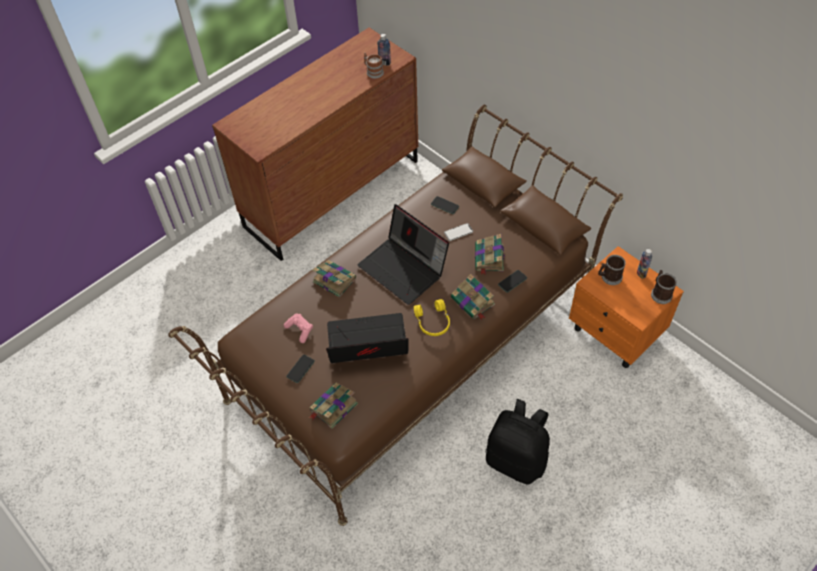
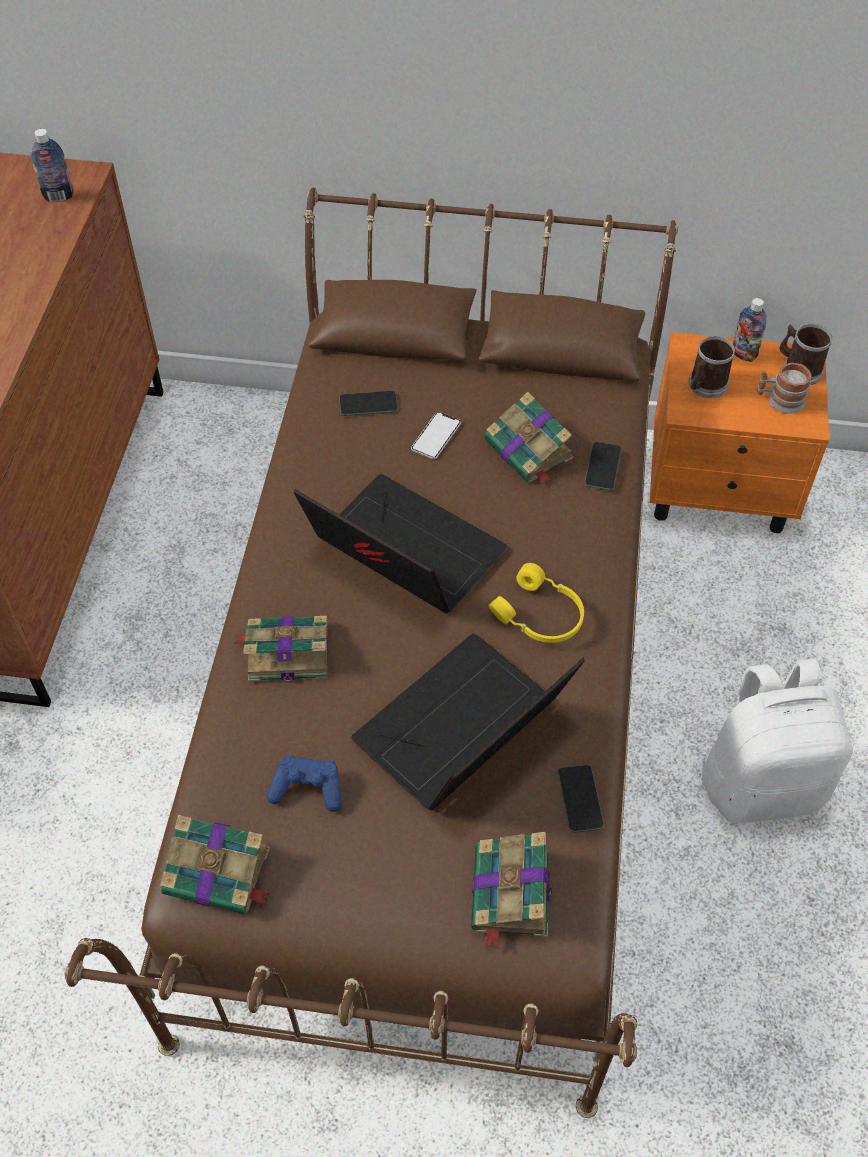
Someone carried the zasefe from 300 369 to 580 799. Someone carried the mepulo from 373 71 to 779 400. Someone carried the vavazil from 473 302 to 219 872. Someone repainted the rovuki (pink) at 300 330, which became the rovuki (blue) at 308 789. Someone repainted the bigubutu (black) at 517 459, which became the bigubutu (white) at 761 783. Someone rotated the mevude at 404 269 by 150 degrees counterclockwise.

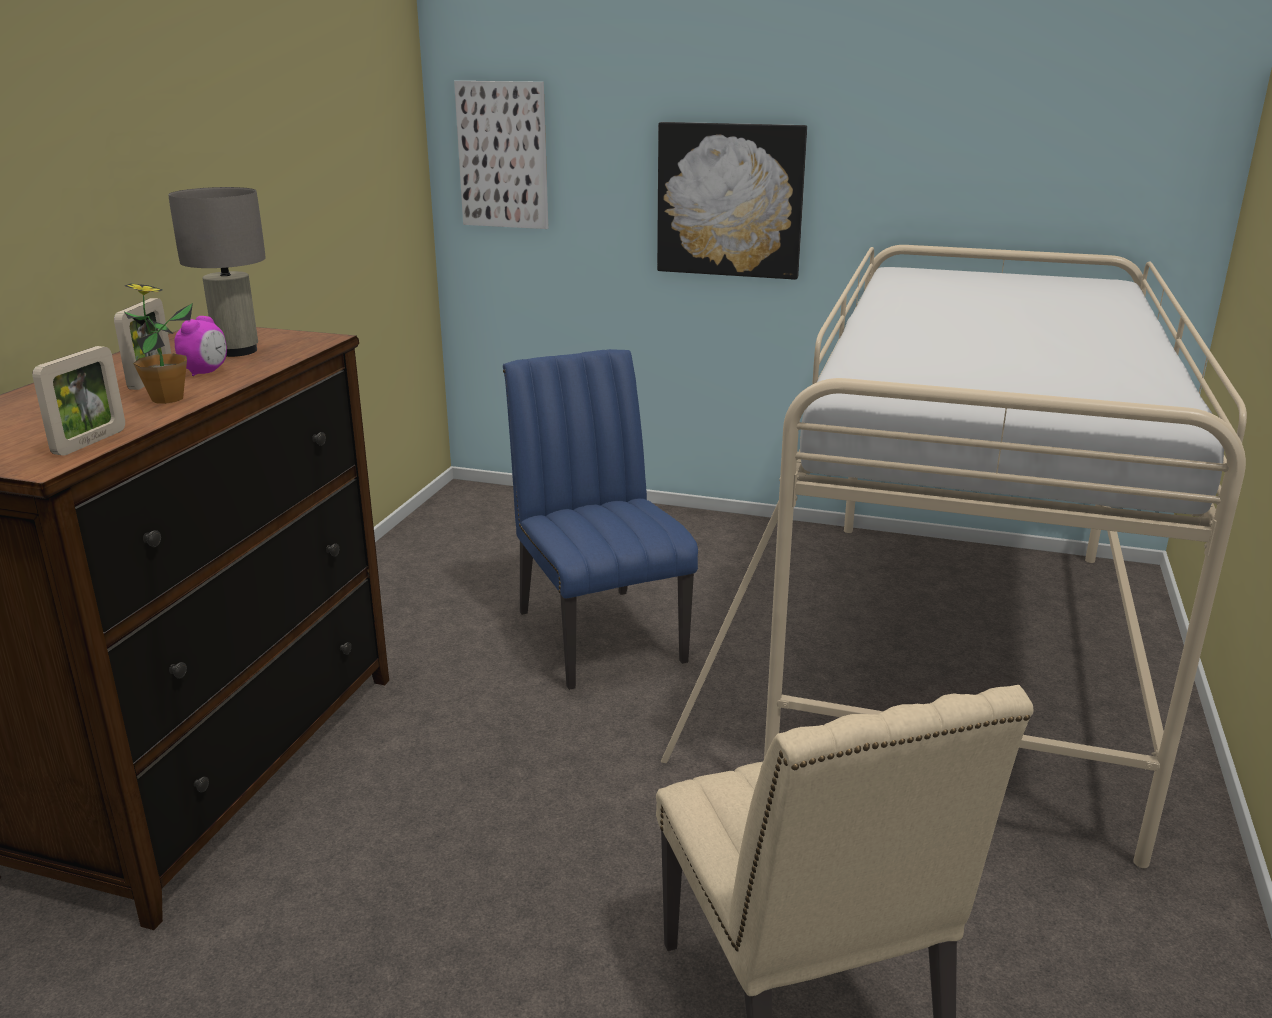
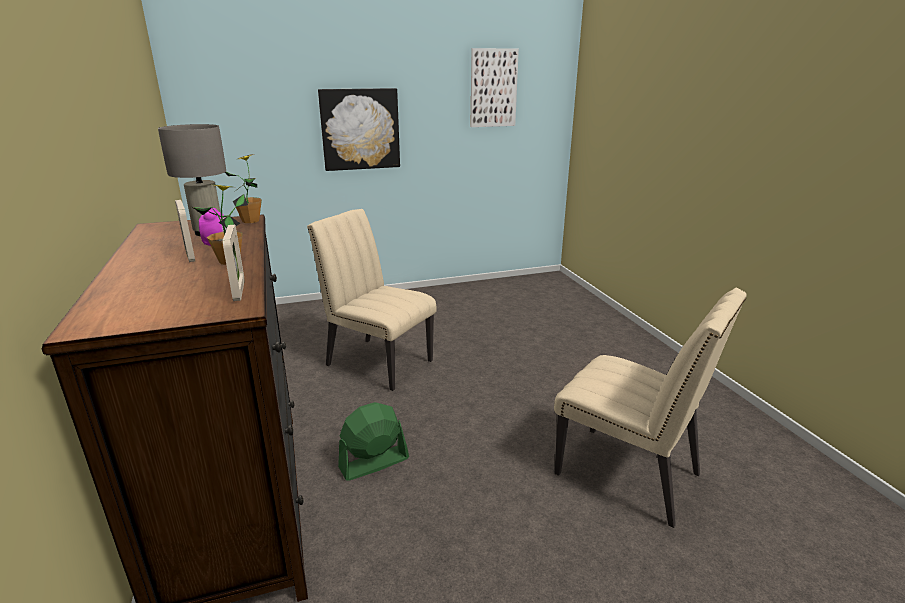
Someone took away the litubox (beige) at 951 659. Someone put down the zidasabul at 250 221. Someone put down the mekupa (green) at 373 463. Someone carried the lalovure from 503 155 to 493 88. Someone repainted the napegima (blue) at 600 637, which became the napegima (beige) at 380 363.

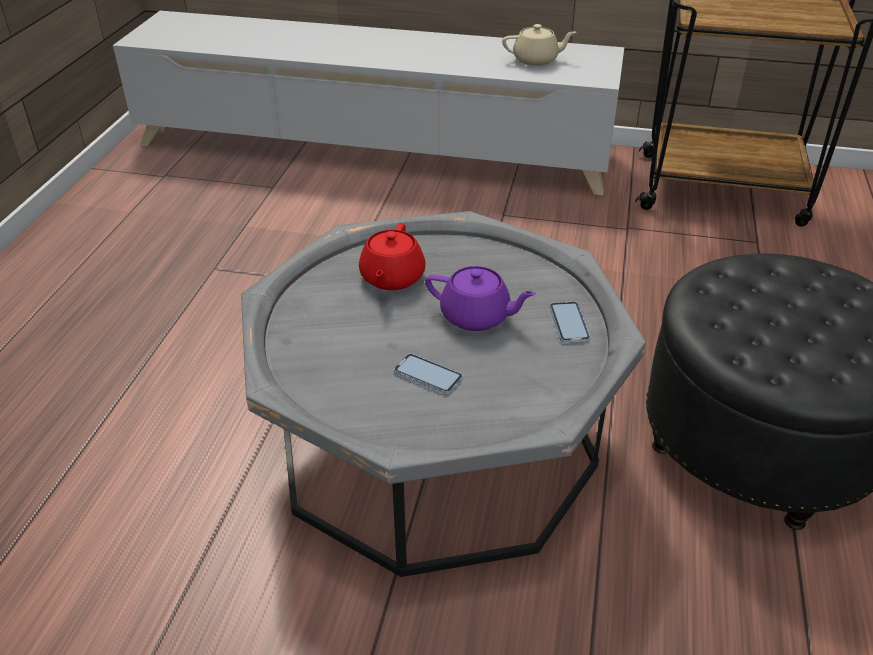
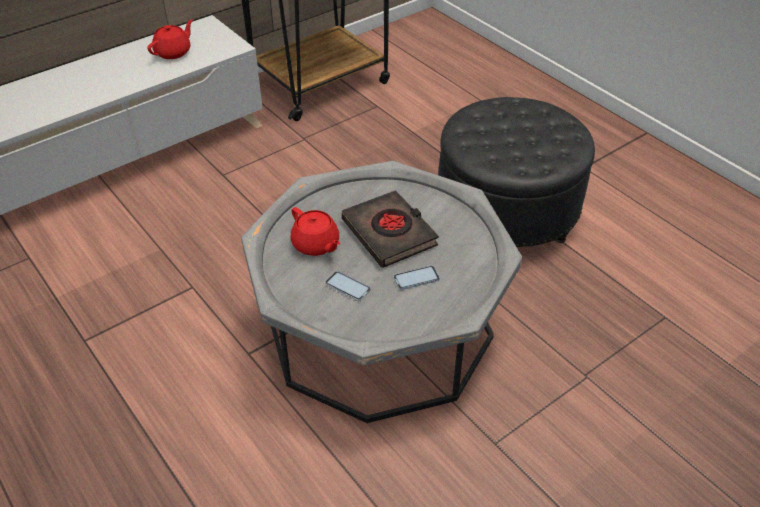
Someone carried the zasefe from 569 323 to 347 287. Someone swapped the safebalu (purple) at 476 316 for the vavazil (black) at 389 233. Someone repainted the safebalu (beige) at 536 60, which became the safebalu (red) at 173 52.

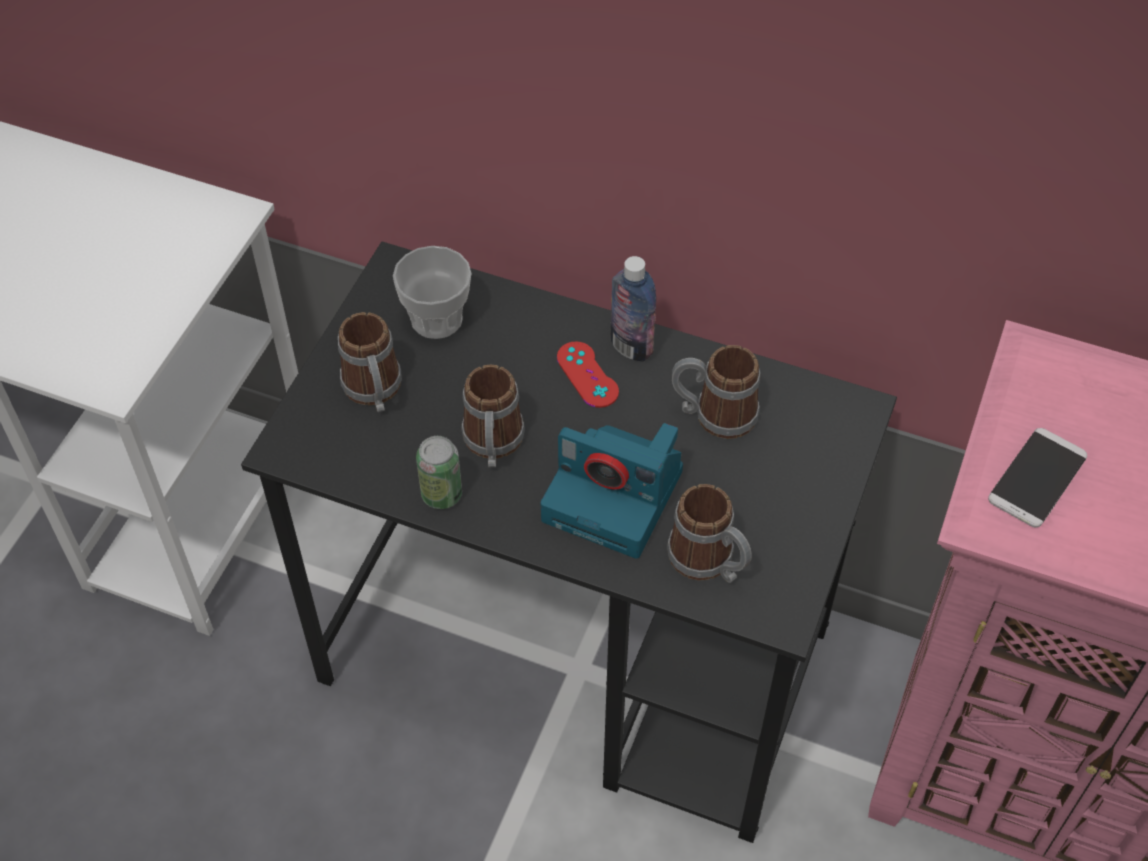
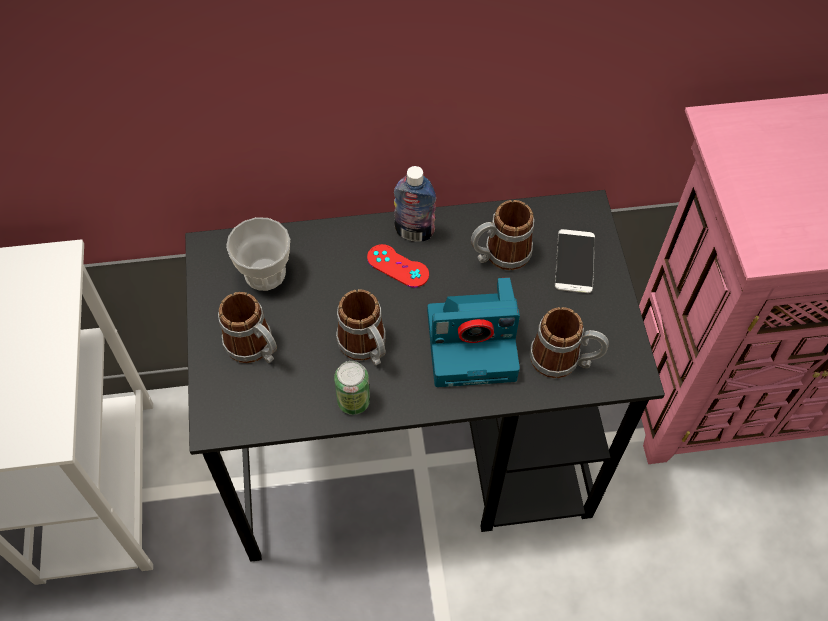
Someone carried the zasefe from 1037 478 to 574 261.

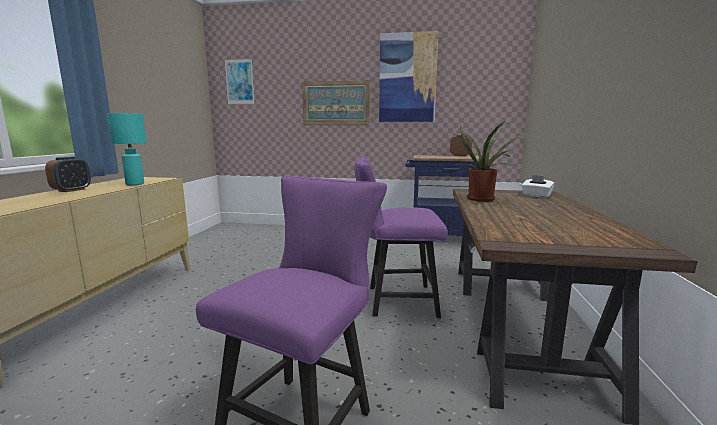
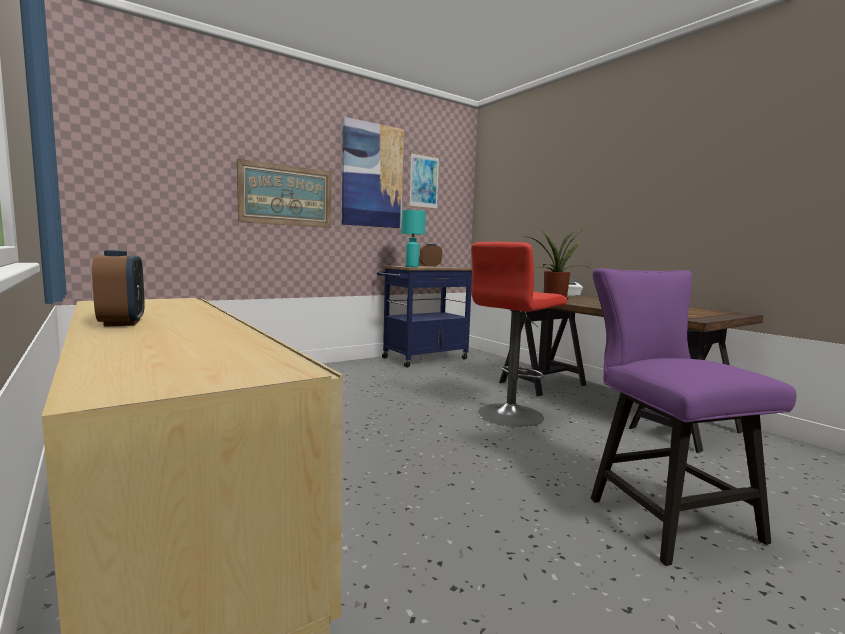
Someone carried the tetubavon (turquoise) from 135 184 to 411 267. Someone carried the lalovure from 239 82 to 424 181. Someone swapped the napegima (purple) at 395 301 for the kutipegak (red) at 509 415.

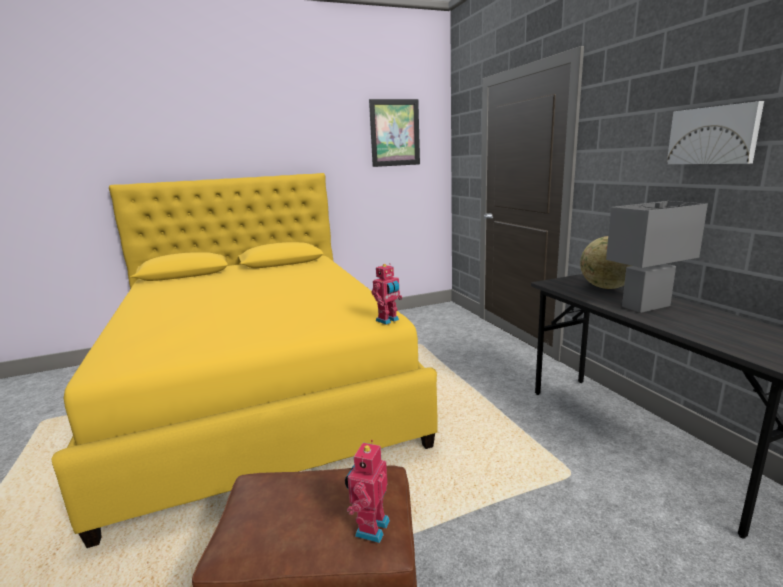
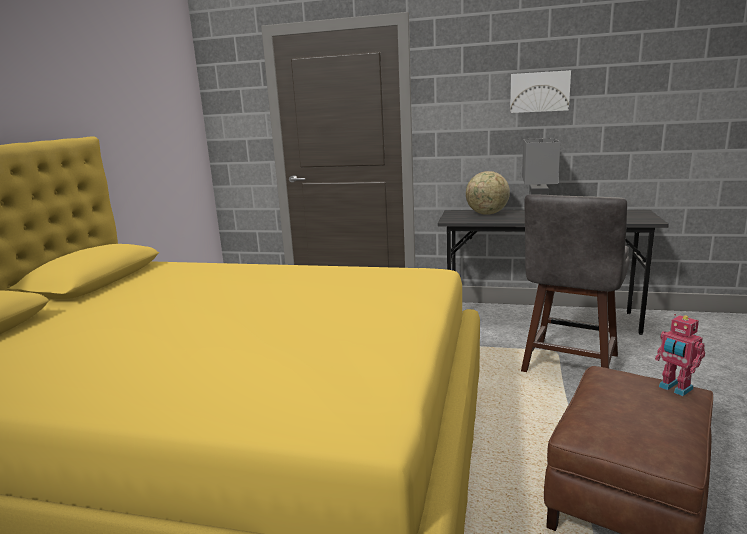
Someone took away the lalovure at 395 133. Someone took away the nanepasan at 388 320. Someone put down the kutipegak (grey) at 569 365.

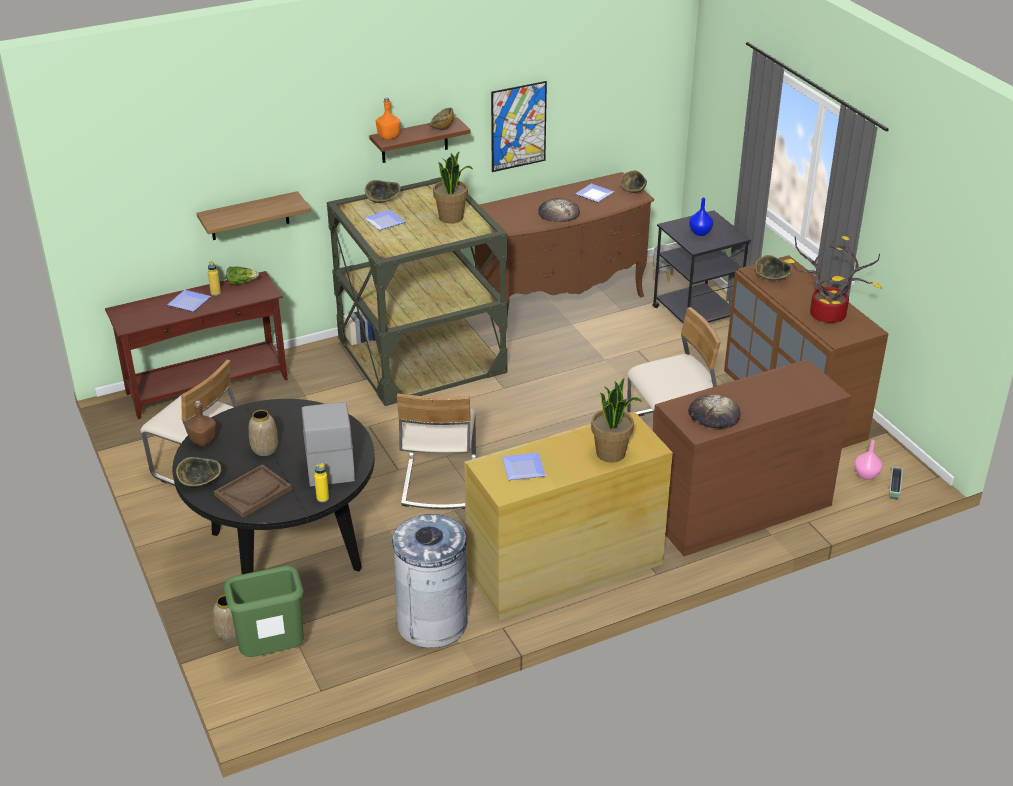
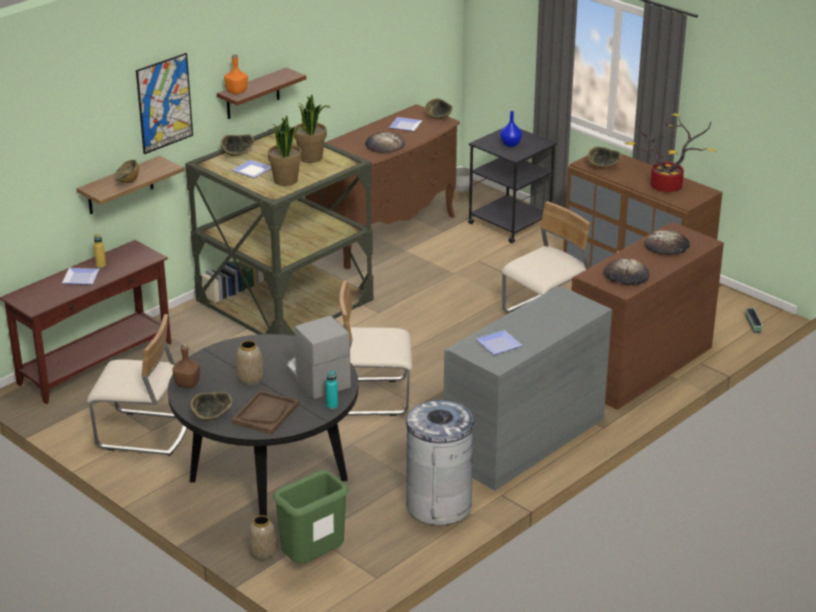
Someone took away the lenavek at 241 283. Someone took away the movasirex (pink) at 866 475. Someone put down the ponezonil at 667 246. Someone carried the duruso from 441 130 to 127 183. Someone carried the lalovure from 518 126 to 164 103. Someone carried the zidasabul from 611 453 to 286 180. Someone repainted the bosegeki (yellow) at 322 498, which became the bosegeki (turquoise) at 332 405. Someone repainted the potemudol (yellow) at 563 568, which became the potemudol (grey) at 523 439. Someone rotated the napegima (beige) at 438 482 by 105 degrees clockwise.

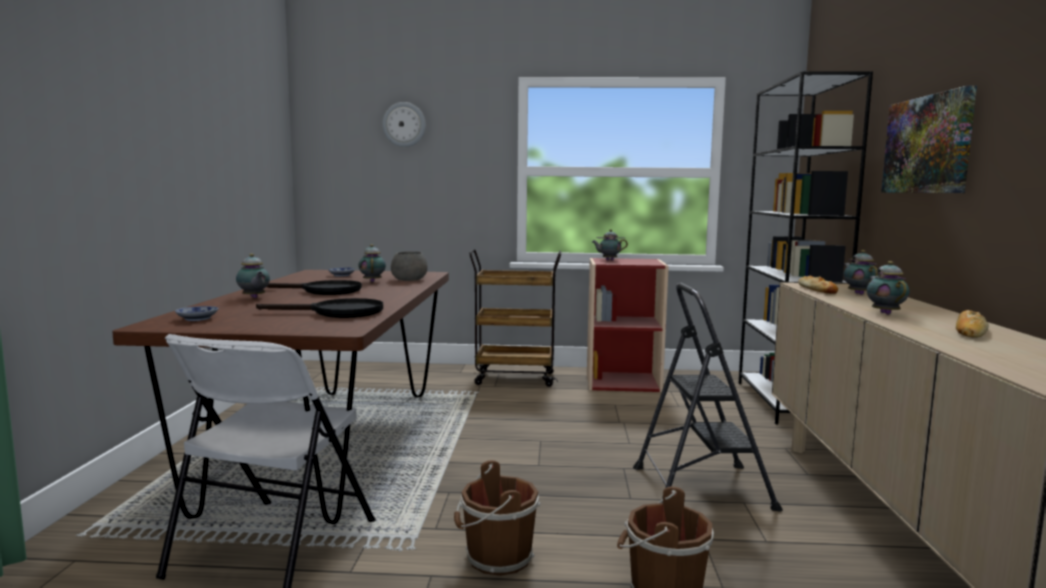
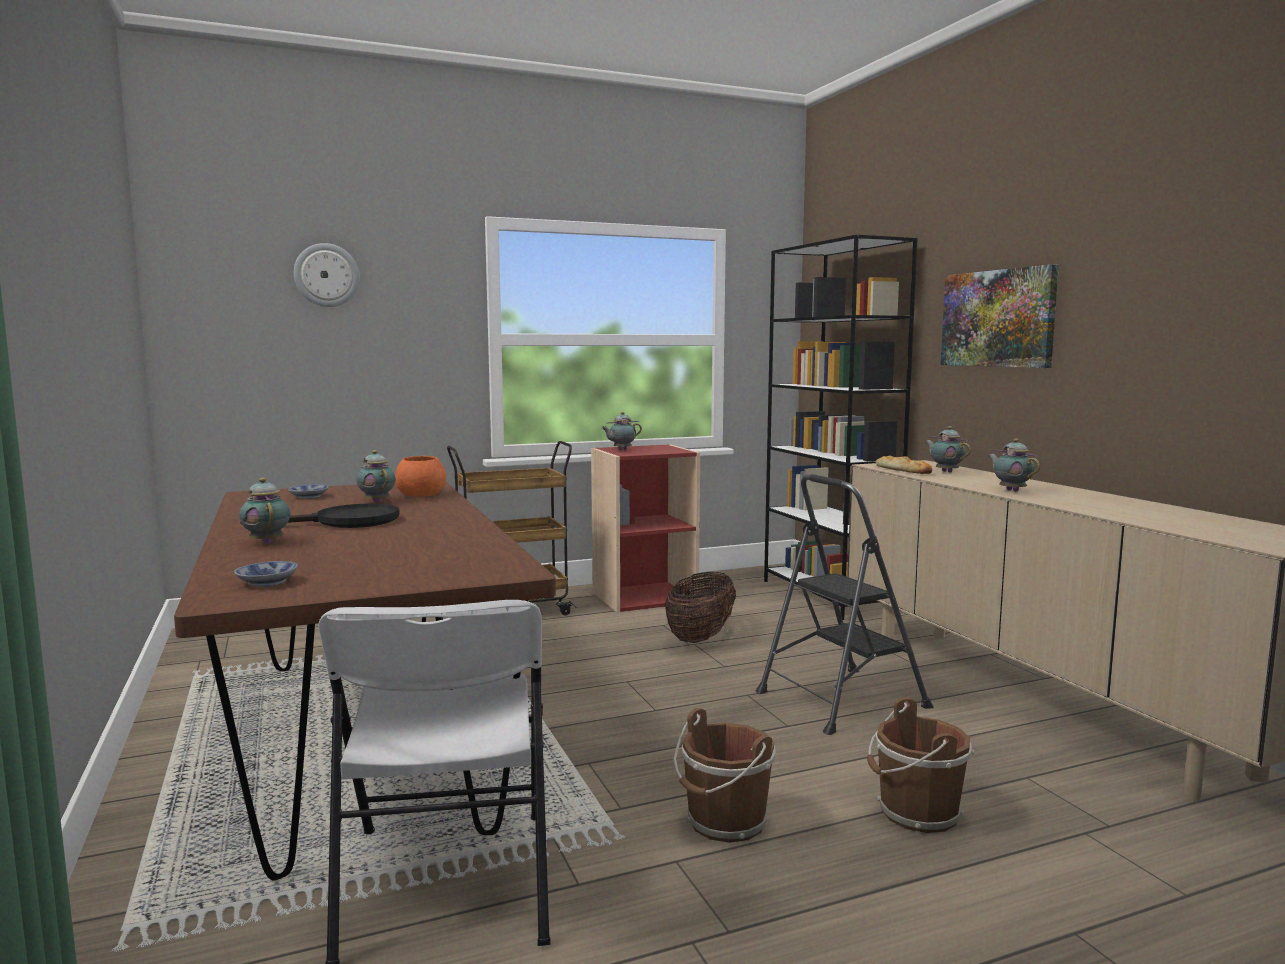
Someone took away the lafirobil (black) at 338 313. Someone took away the ponezonil at 970 330. Someone put down the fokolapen at 700 637. Someone repainted the duruso (grey) at 409 279, which became the duruso (orange) at 421 495. Someone rotated the safebalu at 254 298 by 150 degrees counterclockwise.

